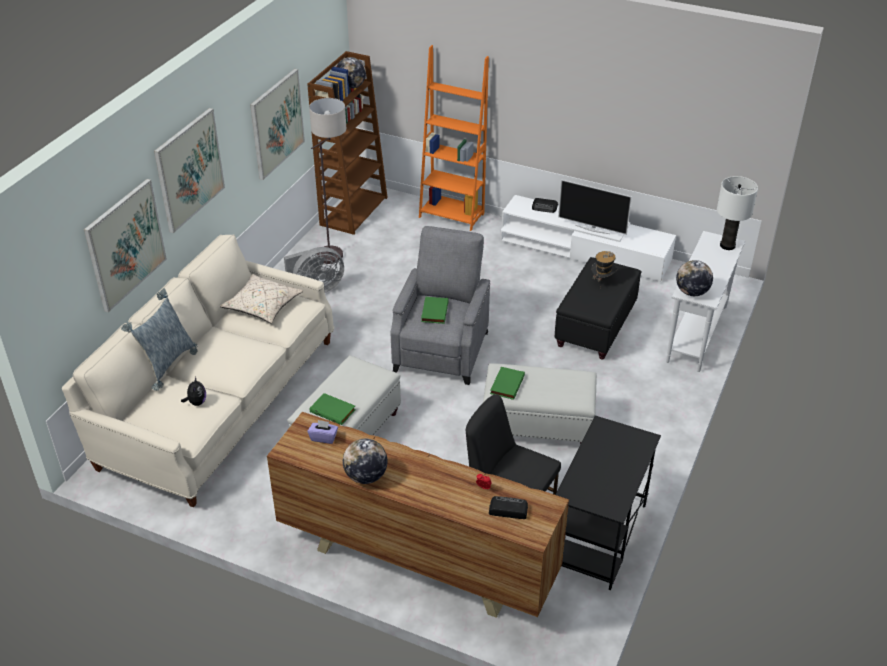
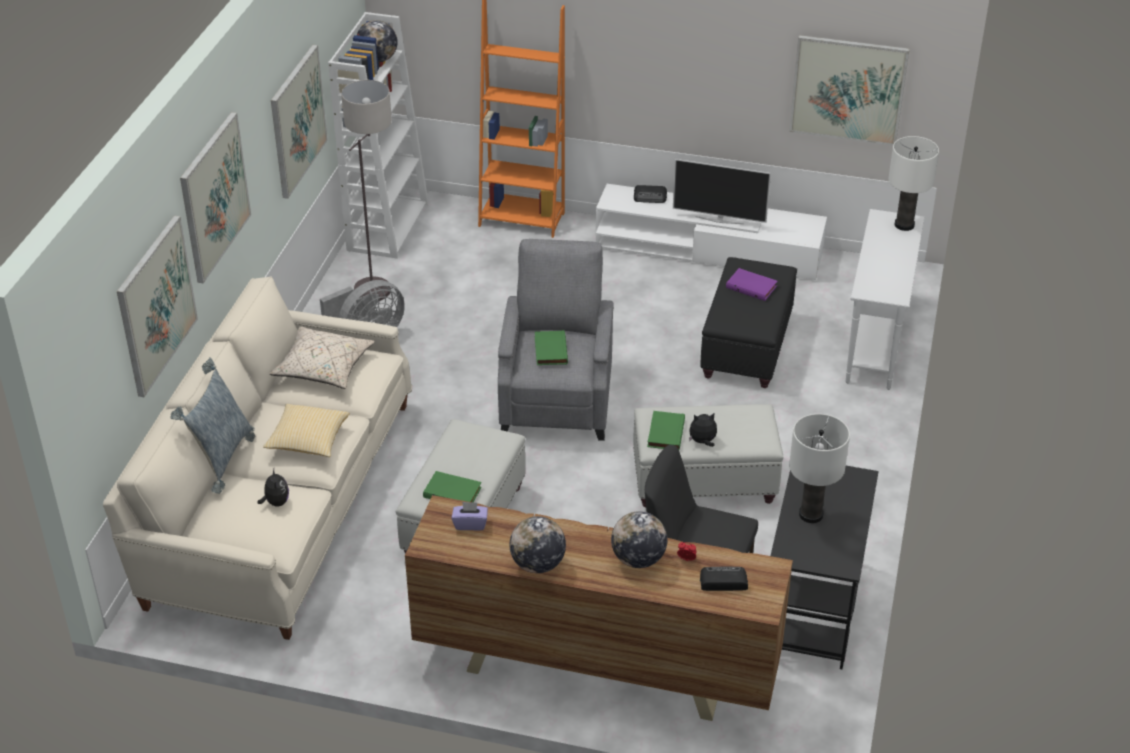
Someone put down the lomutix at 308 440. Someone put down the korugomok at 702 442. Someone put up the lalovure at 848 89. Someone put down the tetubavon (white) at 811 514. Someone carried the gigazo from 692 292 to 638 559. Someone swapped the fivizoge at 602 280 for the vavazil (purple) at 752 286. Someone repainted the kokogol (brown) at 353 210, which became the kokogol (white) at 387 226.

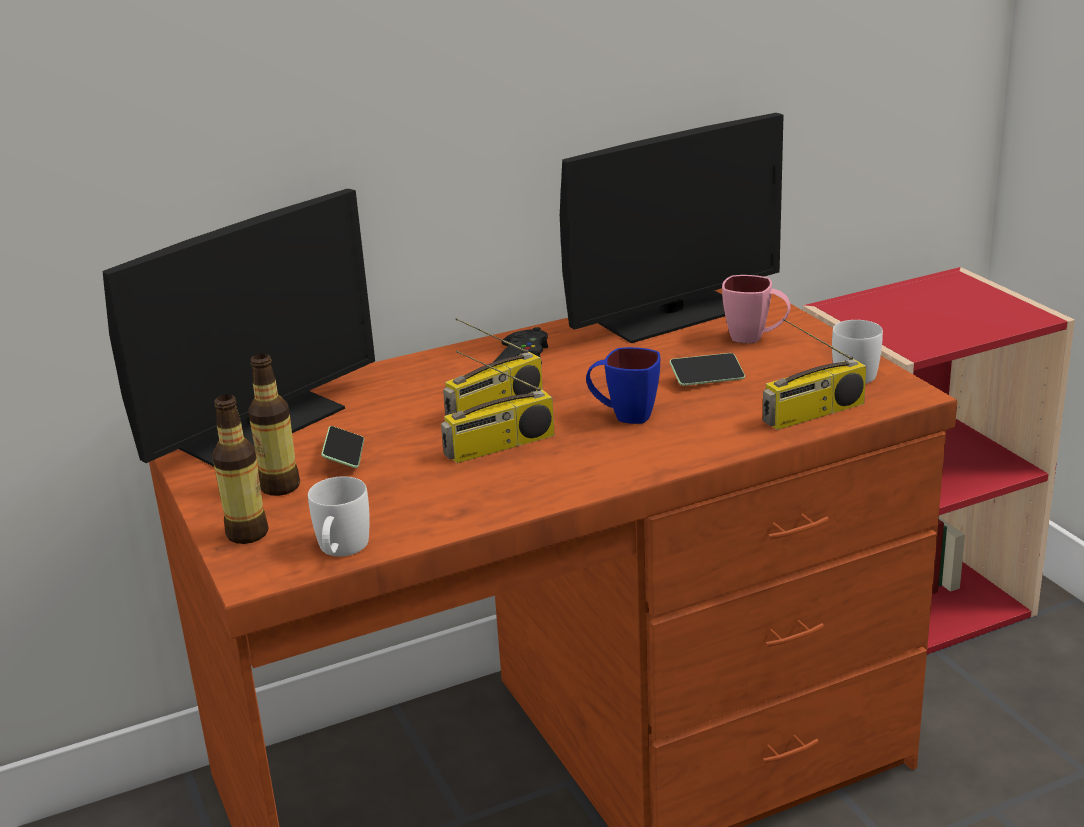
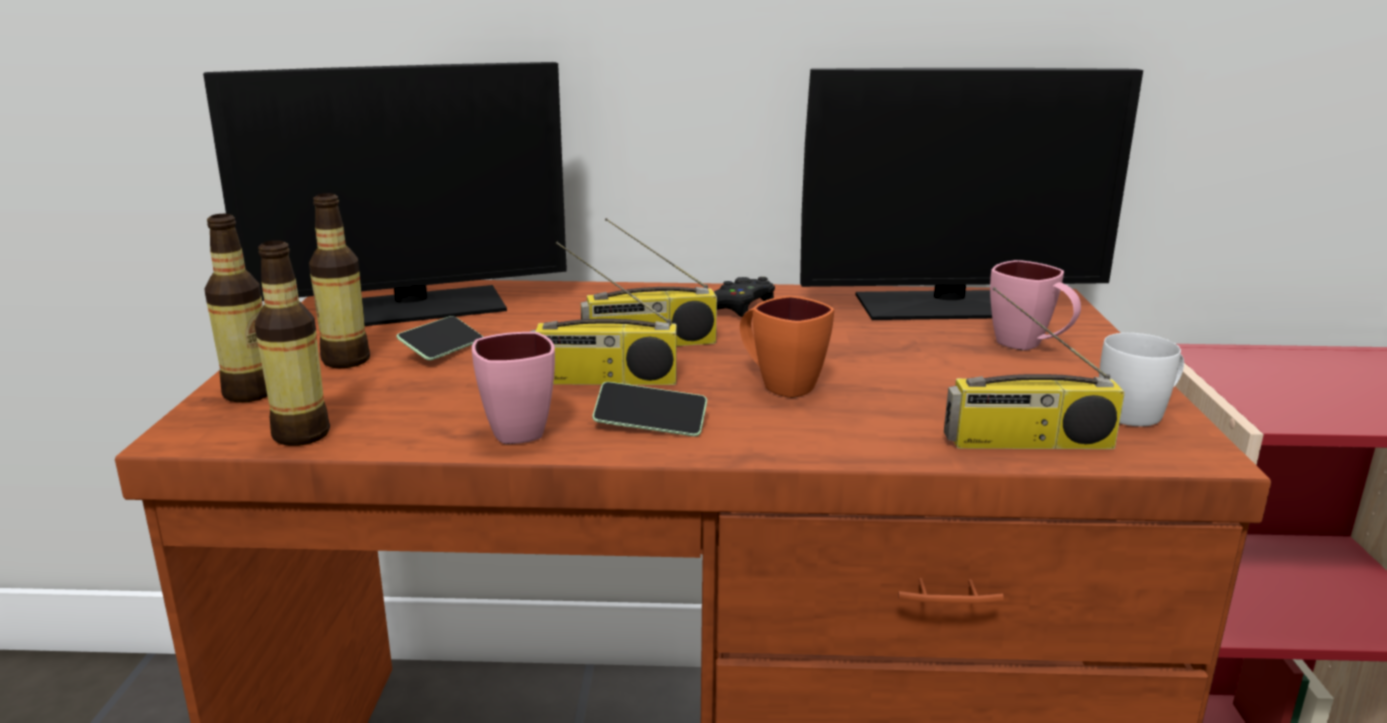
Someone put down the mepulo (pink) at 515 427. Someone carried the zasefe from 707 379 to 650 423. Someone swapped the mepulo (white) at 341 550 for the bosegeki at 301 435. Someone repainted the mepulo (blue) at 623 415, which became the mepulo (orange) at 779 385.

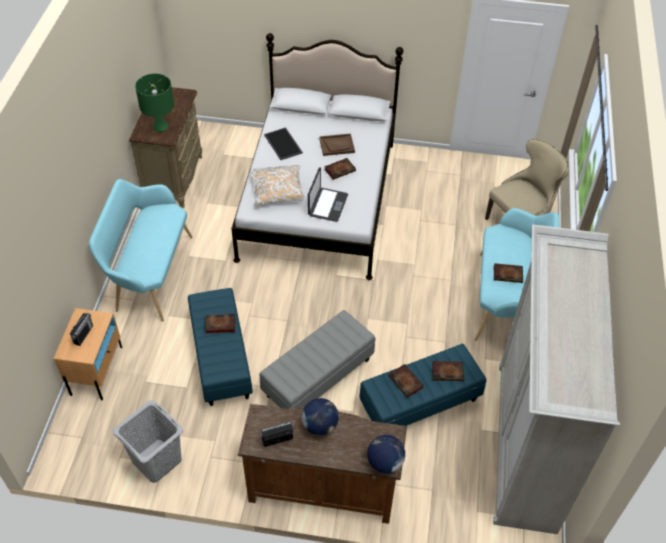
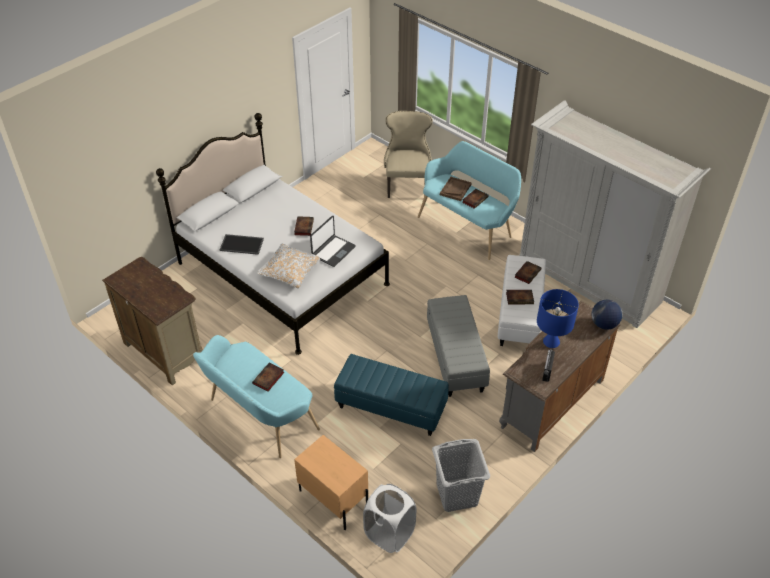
Someone took away the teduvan at 83 334. Someone took away the tetubavon (green) at 161 128. Someone put down the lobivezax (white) at 389 534. Someone carried the vavazil from 219 325 to 268 379. Someone carried the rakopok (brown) from 337 145 to 455 189. Someone swapped the gigazo at 320 425 for the tetubavon (blue) at 551 343. Someone repainted the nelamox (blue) at 420 405, which became the nelamox (white) at 520 315. Someone rotated the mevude at 327 205 by 75 degrees clockwise.

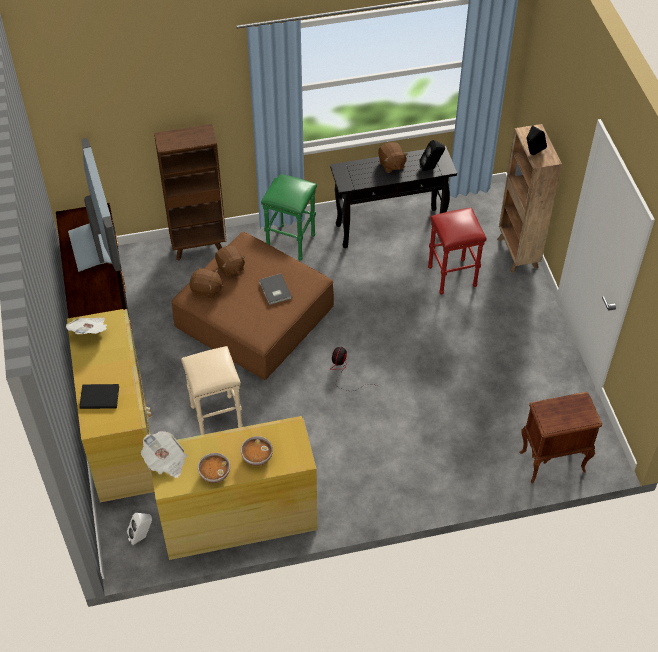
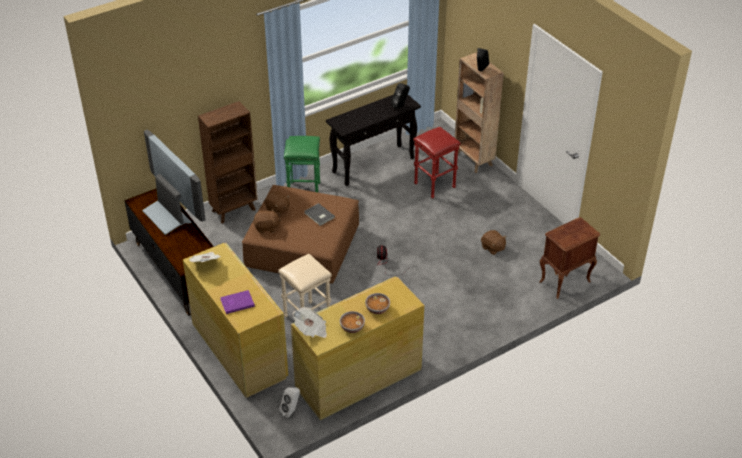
Someone carried the korugomok (brown) from 391 164 to 493 248. Someone repainted the vavazil (black) at 99 396, which became the vavazil (purple) at 236 302.

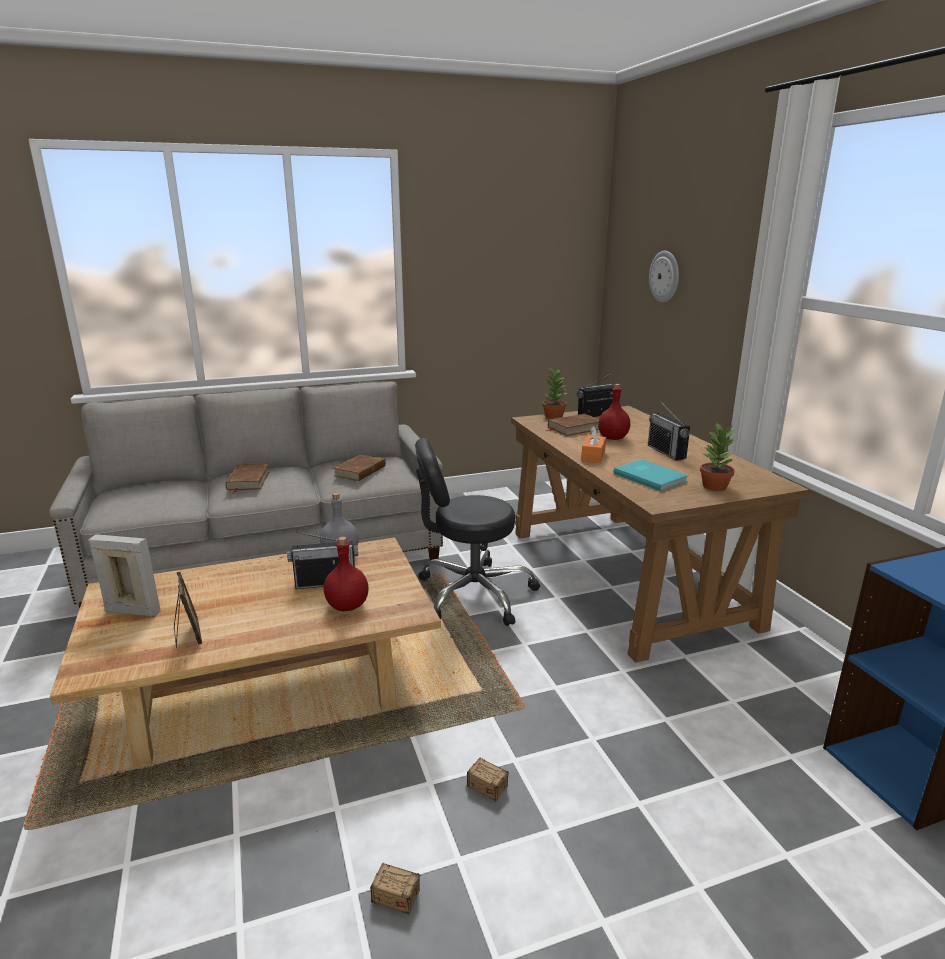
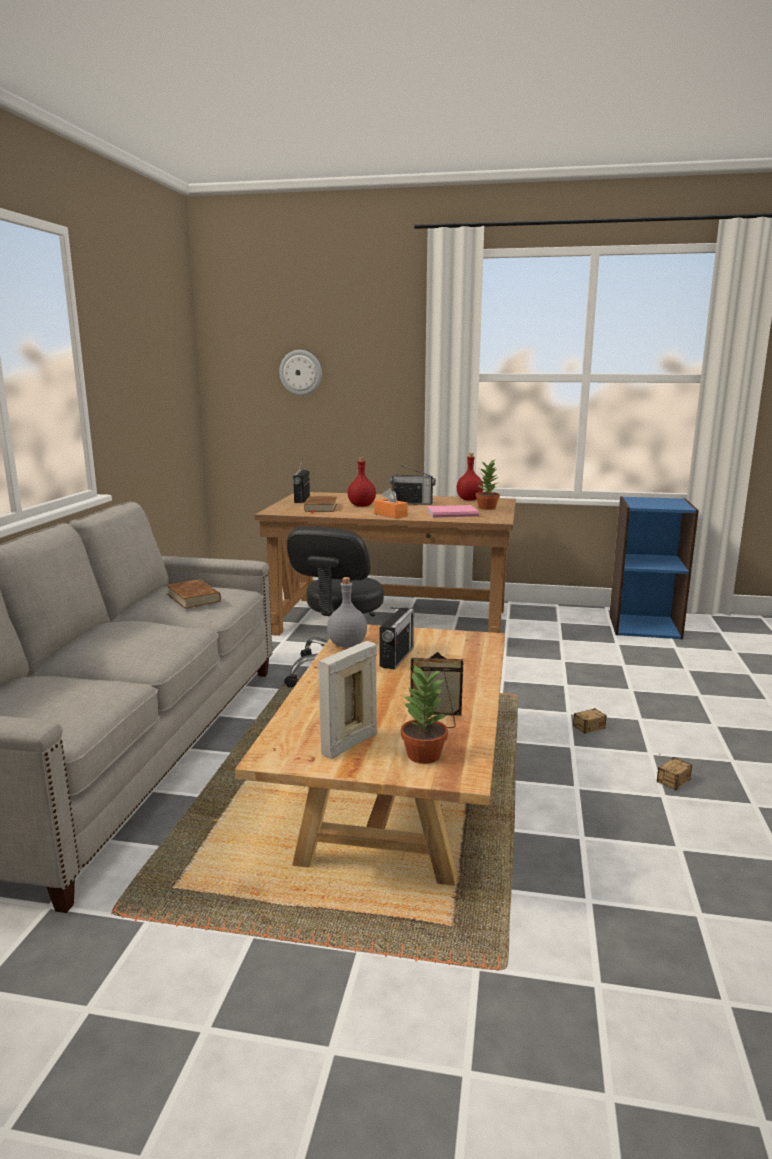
Someone took away the vavazil (brown) at 248 481. Someone carried the bosegeki (red) from 347 606 to 470 500. Someone carried the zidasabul from 553 416 to 422 755. Someone repainted the vavazil (turquoise) at 650 476, which became the vavazil (pink) at 451 513.

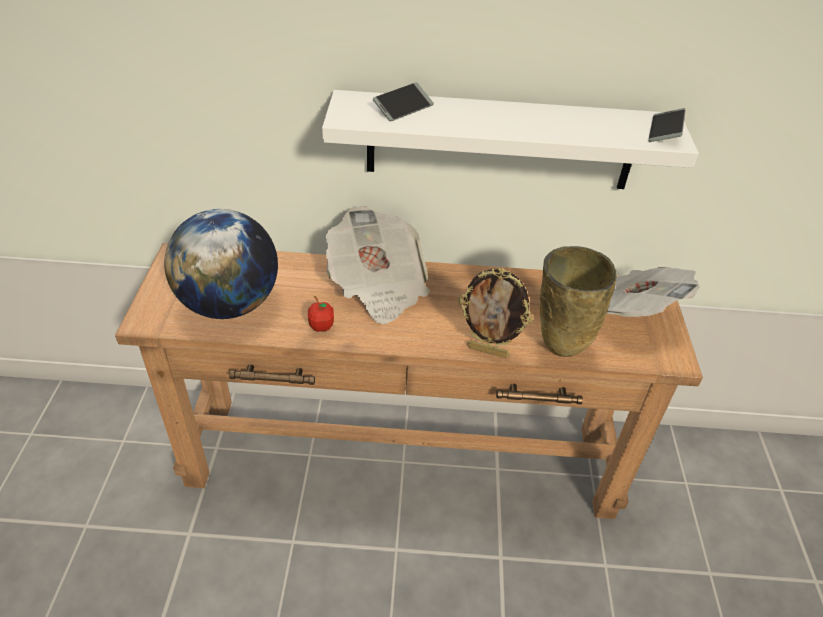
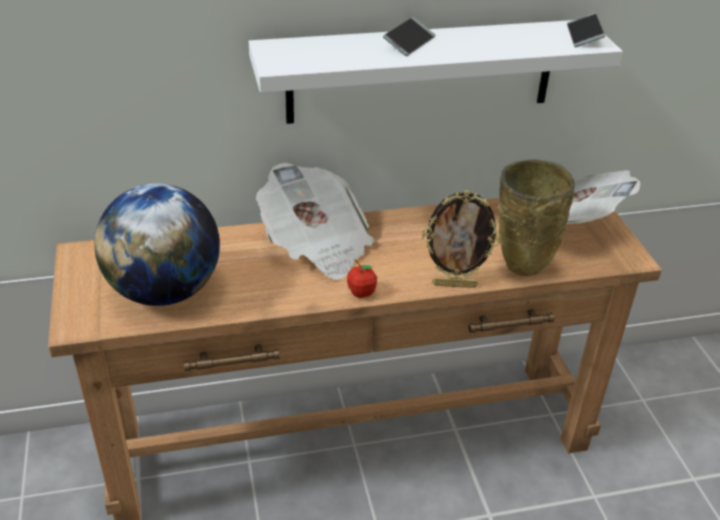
Someone carried the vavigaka from 321 326 to 361 293. Someone carried the zasefe from 403 108 to 409 43.

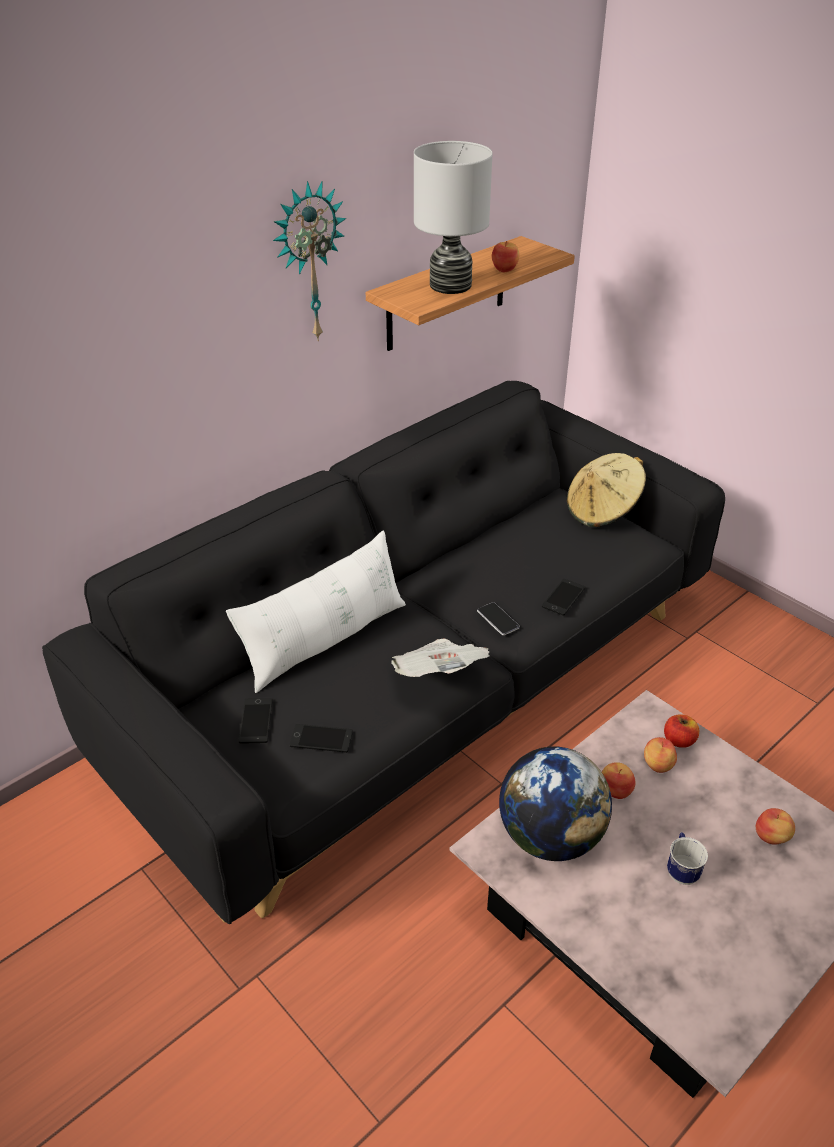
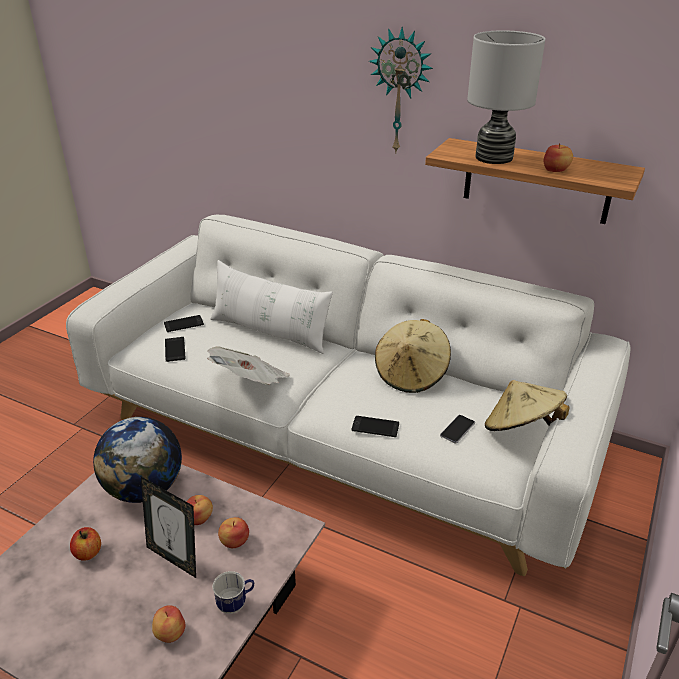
Someone put down the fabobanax at 174 558. Someone put down the fivizoge (beige) at 411 374. Someone carried the zasefe from 498 619 to 457 429. Someone carried the vavigaka from 679 740 to 88 552. Someone carried the mepulo from 681 869 to 236 603. Someone repainted the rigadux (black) at 417 683, which became the rigadux (white) at 340 432.

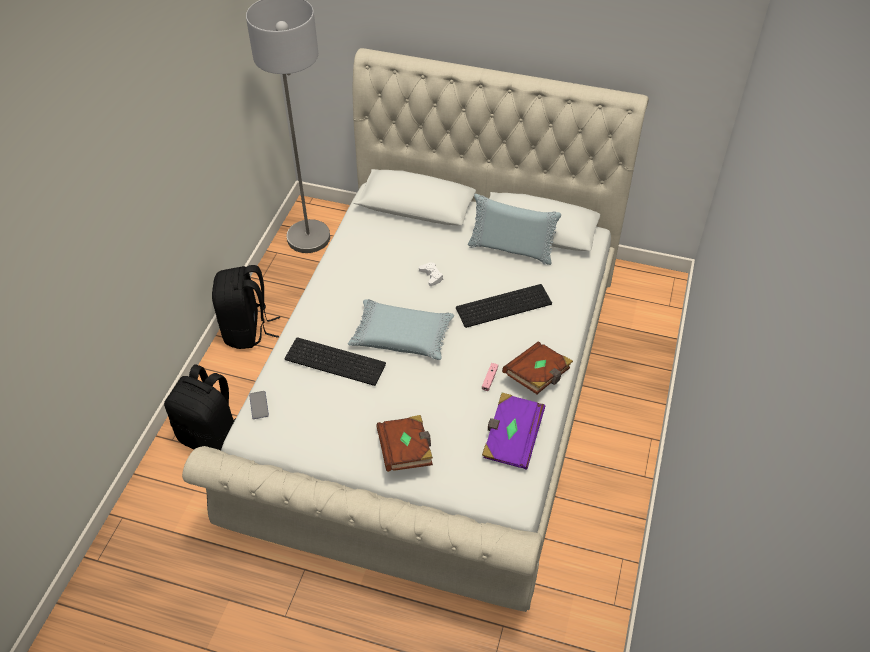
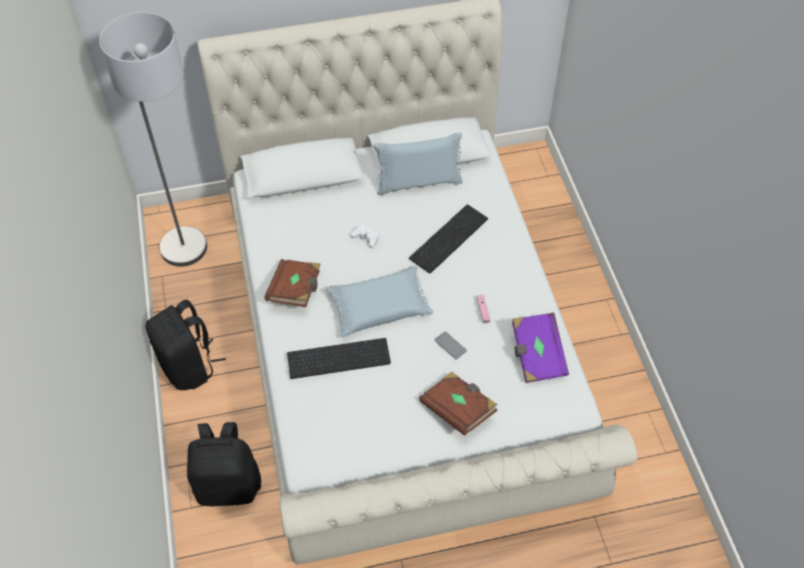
Someone carried the zasefe from 259 405 to 450 346. Someone carried the vavazil (brown) from 537 376 to 296 290.

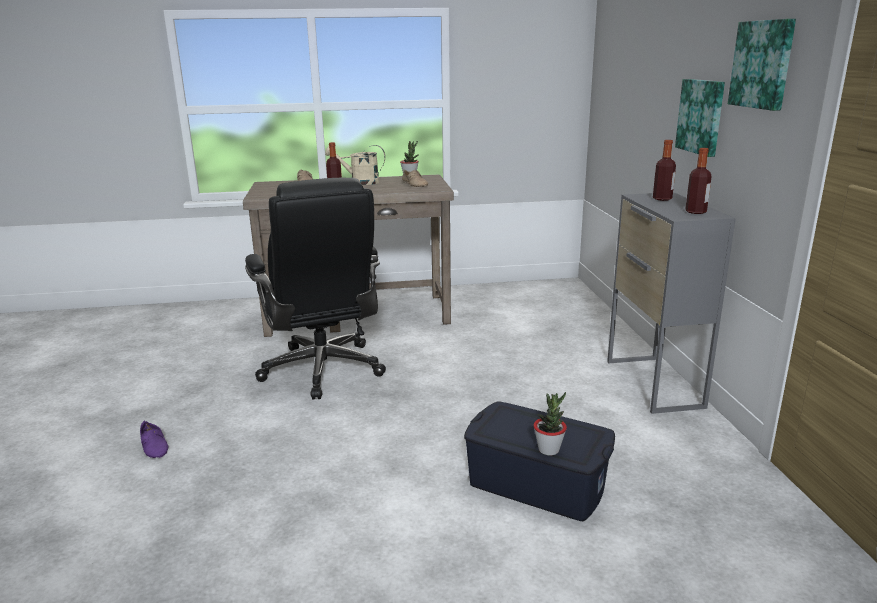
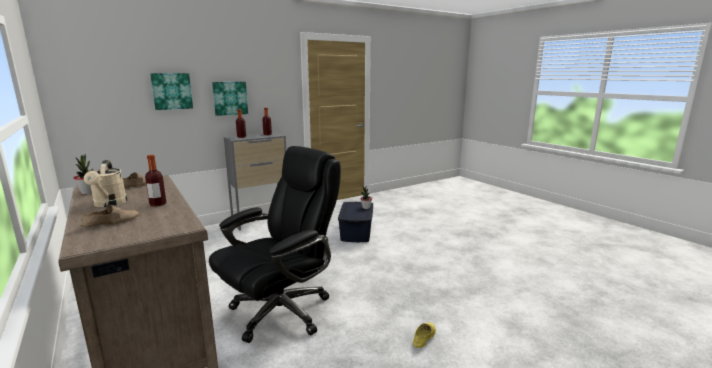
Someone carried the lalovure from 763 64 to 172 91. Someone repainted the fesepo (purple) at 155 446, which became the fesepo (yellow) at 423 337.

